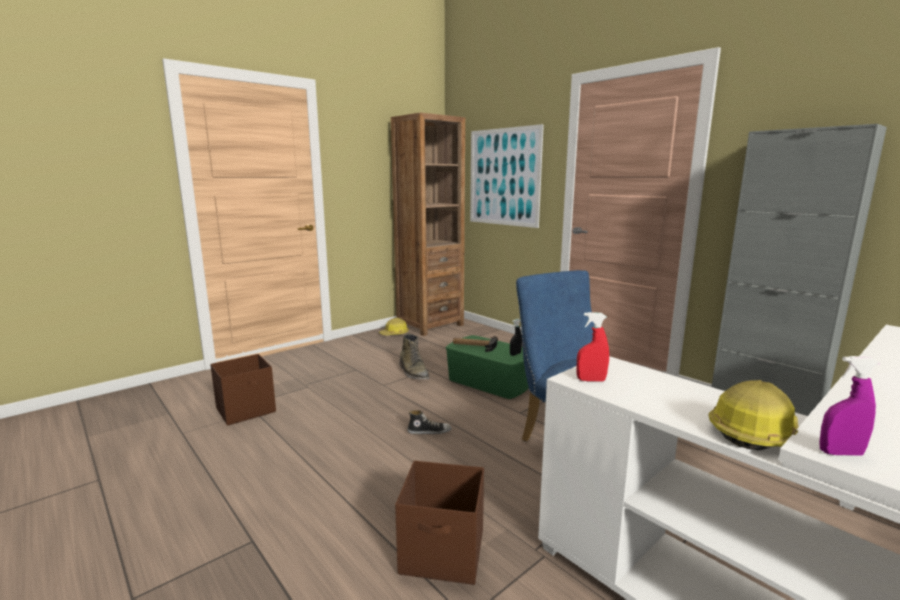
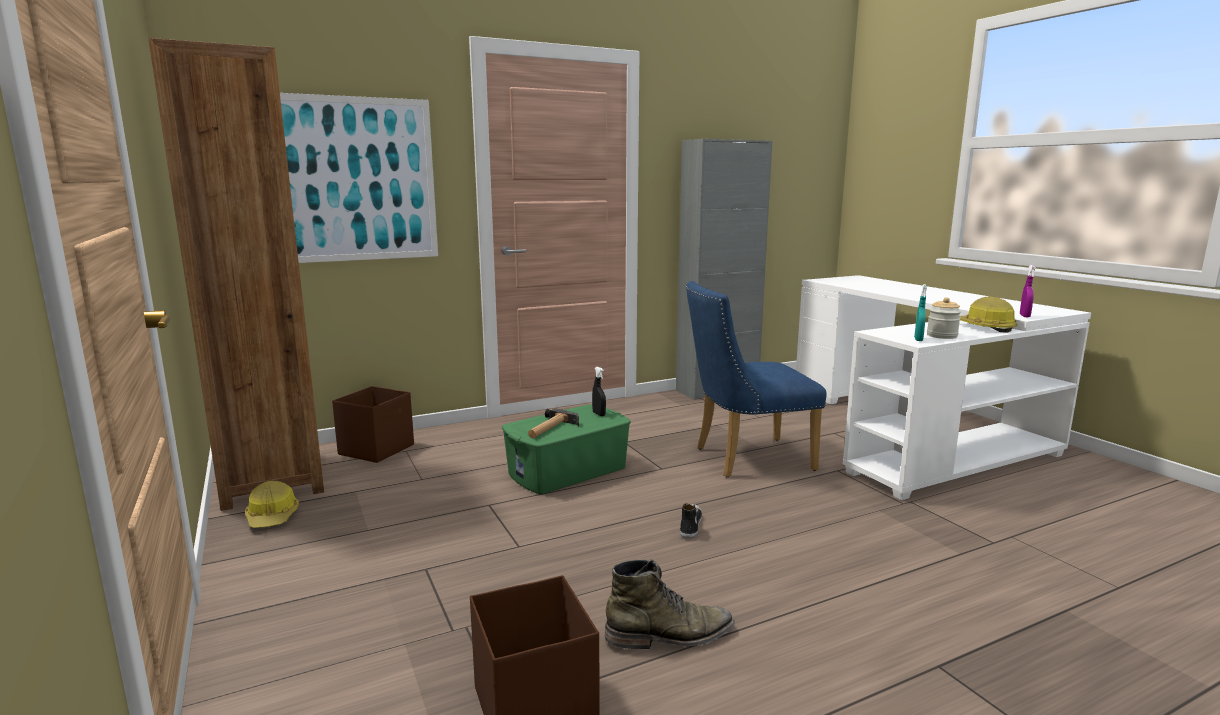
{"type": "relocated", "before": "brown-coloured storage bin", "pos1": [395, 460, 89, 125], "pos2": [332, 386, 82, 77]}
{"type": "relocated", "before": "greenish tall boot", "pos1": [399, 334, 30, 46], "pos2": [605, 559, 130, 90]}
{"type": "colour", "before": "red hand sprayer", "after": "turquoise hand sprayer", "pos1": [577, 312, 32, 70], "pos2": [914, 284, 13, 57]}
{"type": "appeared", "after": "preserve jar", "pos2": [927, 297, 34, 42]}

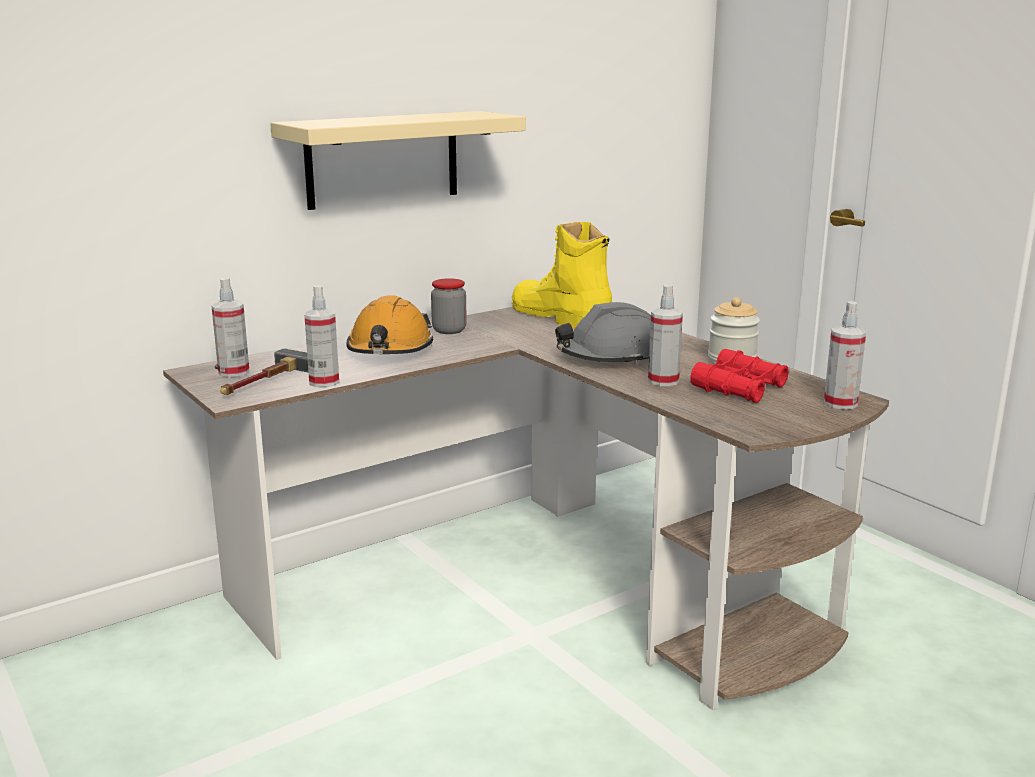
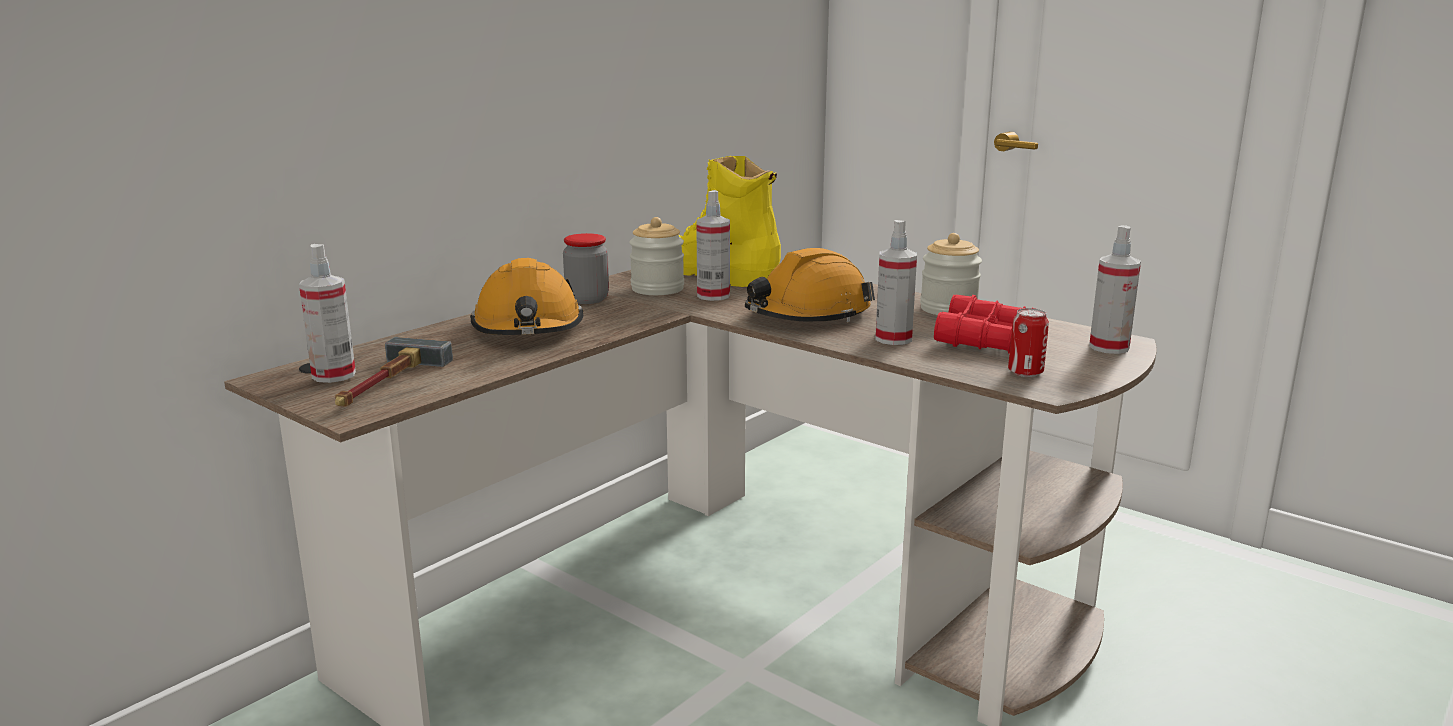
{"type": "appeared", "after": "preserve jar", "pos2": [629, 217, 55, 78]}
{"type": "relocated", "before": "hand sprayer", "pos1": [304, 285, 35, 102], "pos2": [696, 190, 34, 111]}
{"type": "colour", "before": "grey work helmet", "after": "orangey work helmet", "pos1": [555, 302, 96, 63], "pos2": [745, 248, 130, 74]}
{"type": "appeared", "after": "can", "pos2": [1008, 308, 41, 69]}
{"type": "missing", "before": "beige-coloured wall shelf", "pos1": [270, 111, 256, 99]}

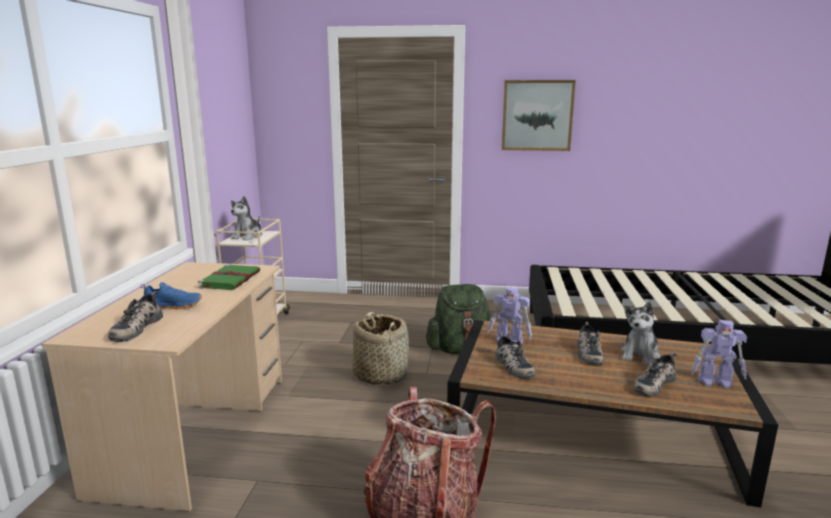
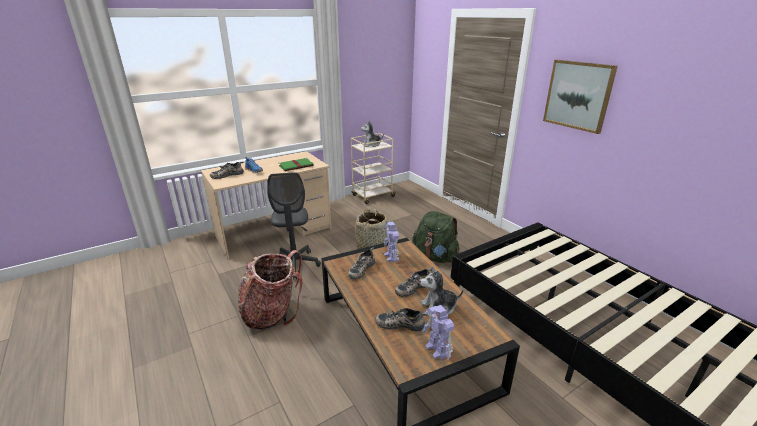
{"type": "appeared", "after": "grey desk chair", "pos2": [267, 172, 54, 108]}

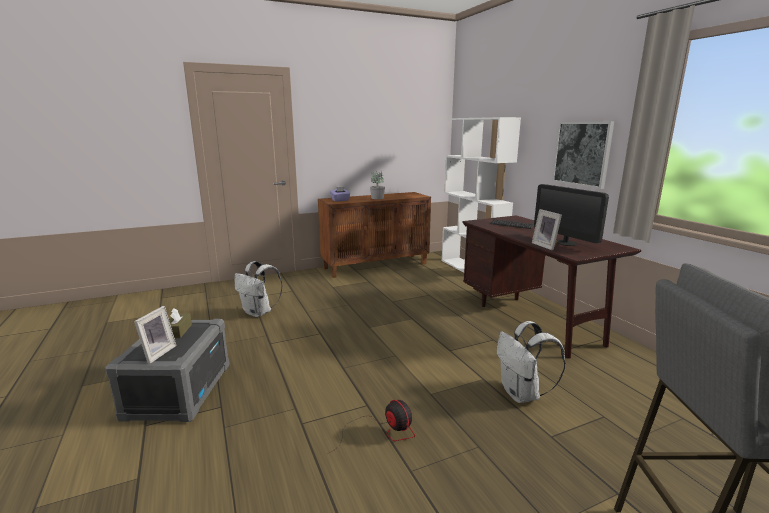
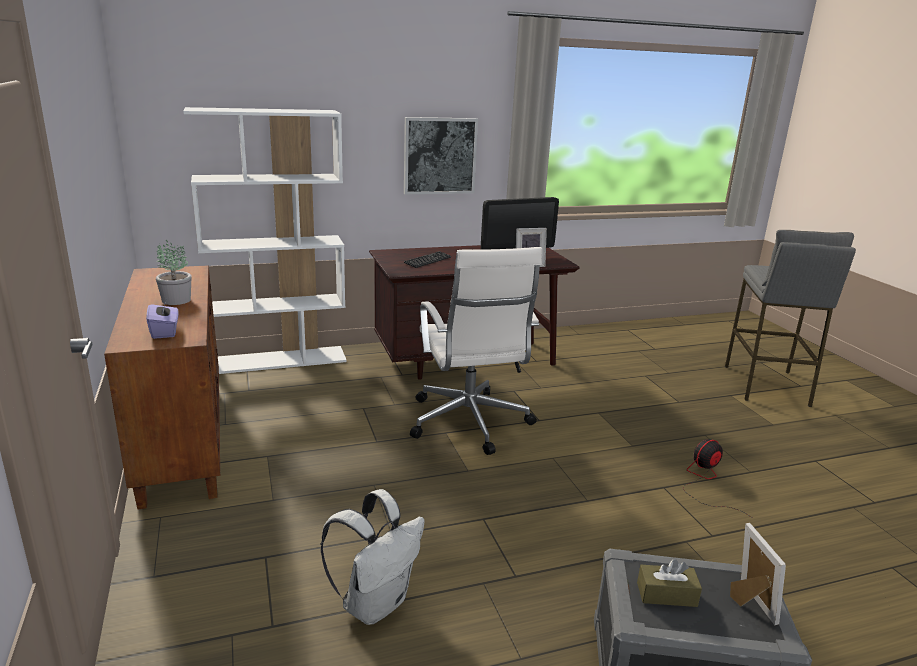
{"type": "appeared", "after": "white desk chair", "pos2": [410, 247, 132, 208]}
{"type": "spun", "before": "picture frame", "pos1": [134, 306, 43, 58], "pos2": [730, 523, 56, 102], "turn": 60}
{"type": "missing", "before": "white knapsack", "pos1": [497, 321, 69, 82]}

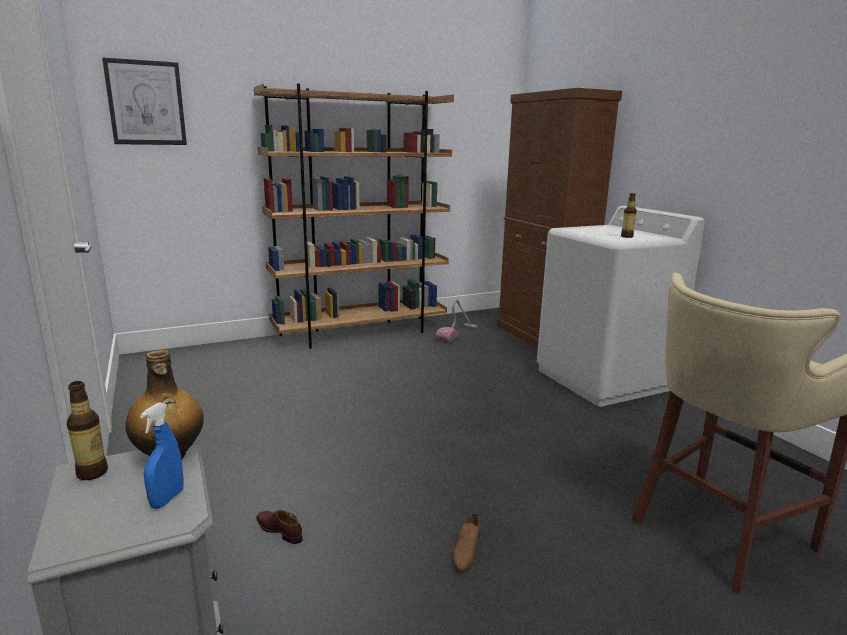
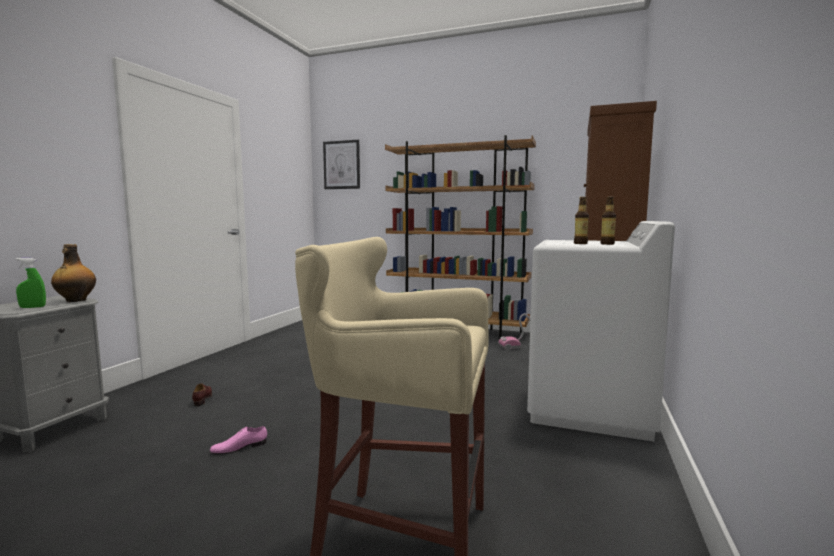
{"type": "colour", "before": "blue-coloured hand sprayer", "after": "greenish hand sprayer", "pos1": [140, 402, 44, 107], "pos2": [16, 258, 30, 50]}
{"type": "colour", "before": "brown-coloured item of footwear", "after": "pink item of footwear", "pos1": [452, 514, 28, 59], "pos2": [209, 426, 58, 29]}
{"type": "relocated", "before": "beverage bottle", "pos1": [67, 381, 41, 99], "pos2": [600, 196, 16, 49]}

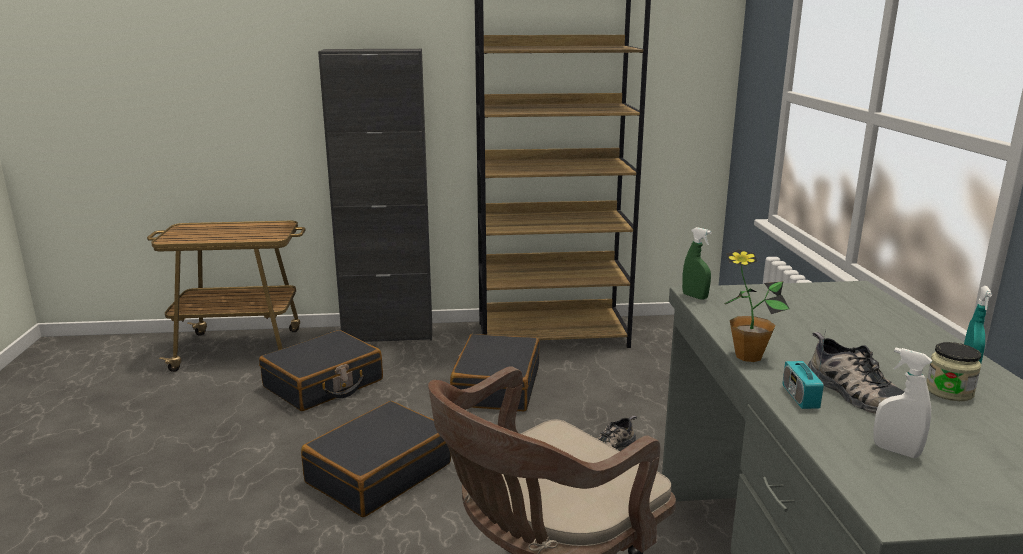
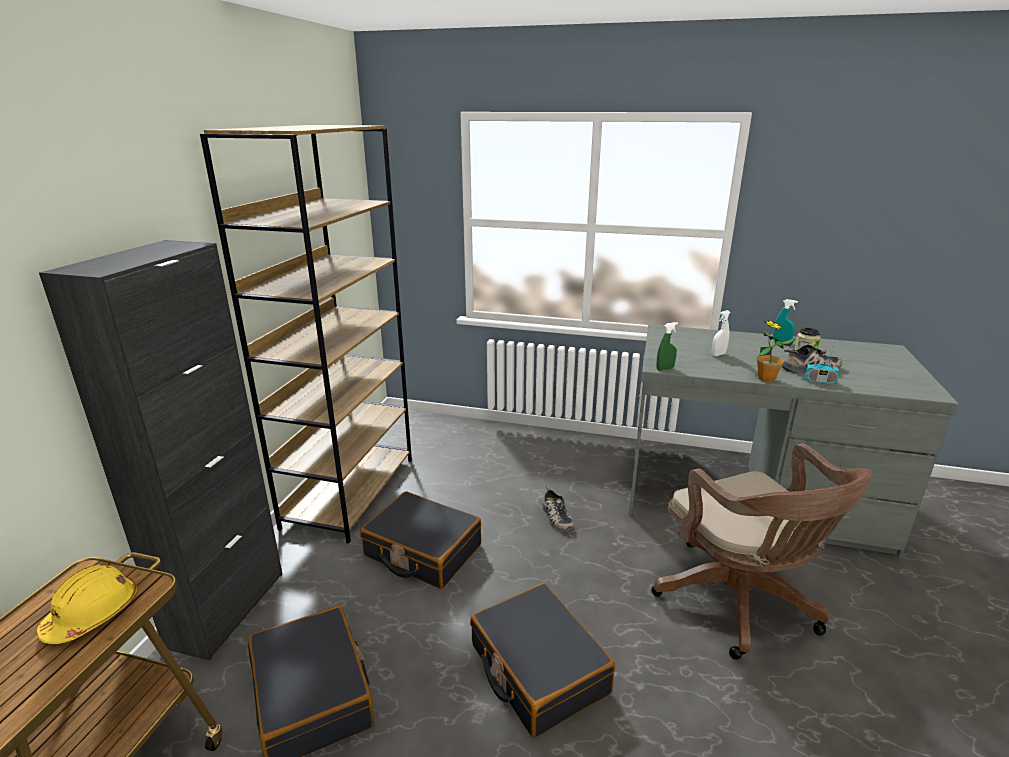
{"type": "appeared", "after": "yellow-coloured work helmet", "pos2": [37, 565, 100, 79]}
{"type": "relocated", "before": "white hand sprayer", "pos1": [873, 347, 59, 111], "pos2": [712, 310, 19, 46]}

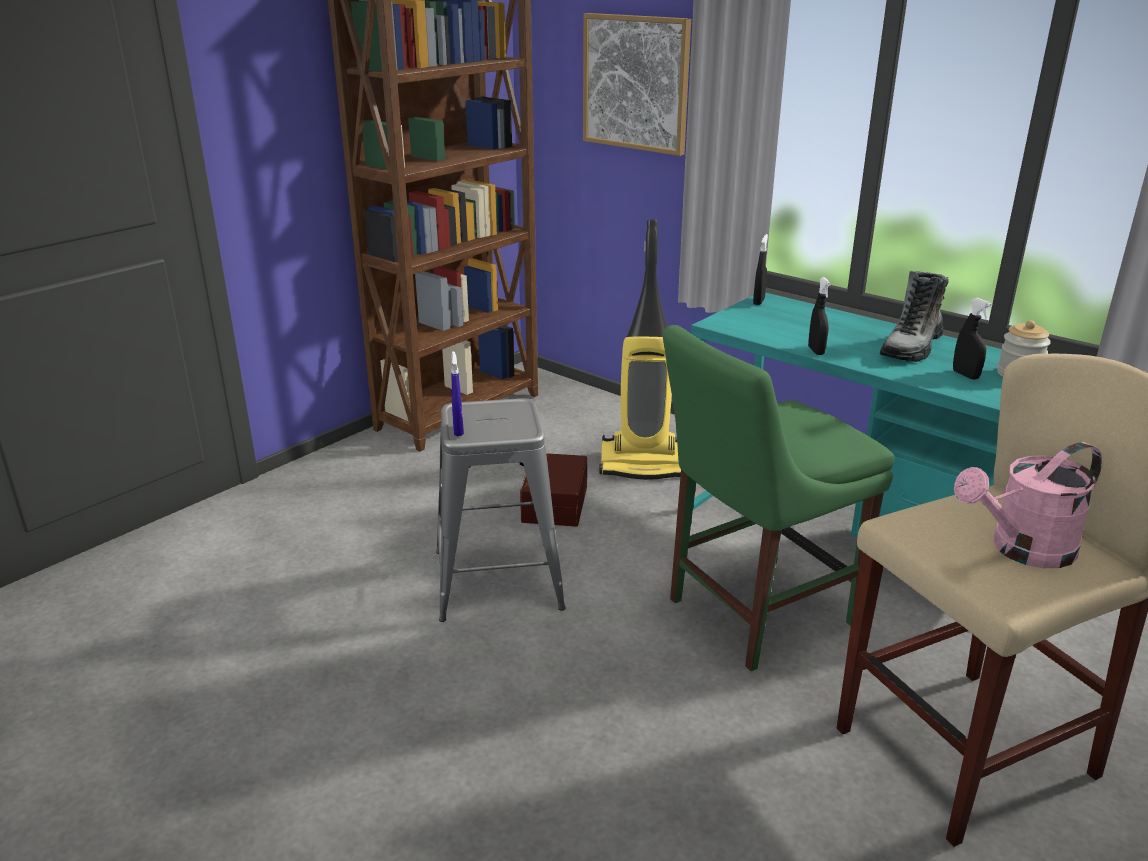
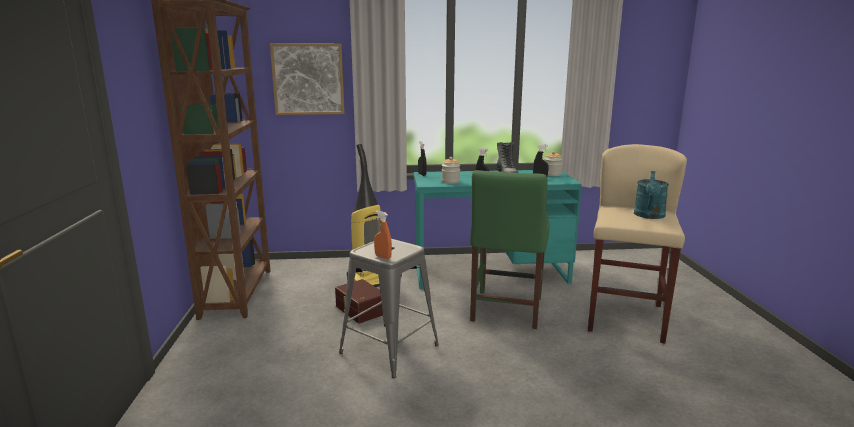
{"type": "colour", "before": "blue-coloured hand sprayer", "after": "orangey hand sprayer", "pos1": [451, 351, 13, 85], "pos2": [374, 211, 18, 48]}
{"type": "appeared", "after": "preserve jar", "pos2": [442, 157, 18, 27]}
{"type": "colour", "before": "pink sprinkling can", "after": "turquoise sprinkling can", "pos1": [954, 442, 148, 126], "pos2": [634, 171, 35, 48]}

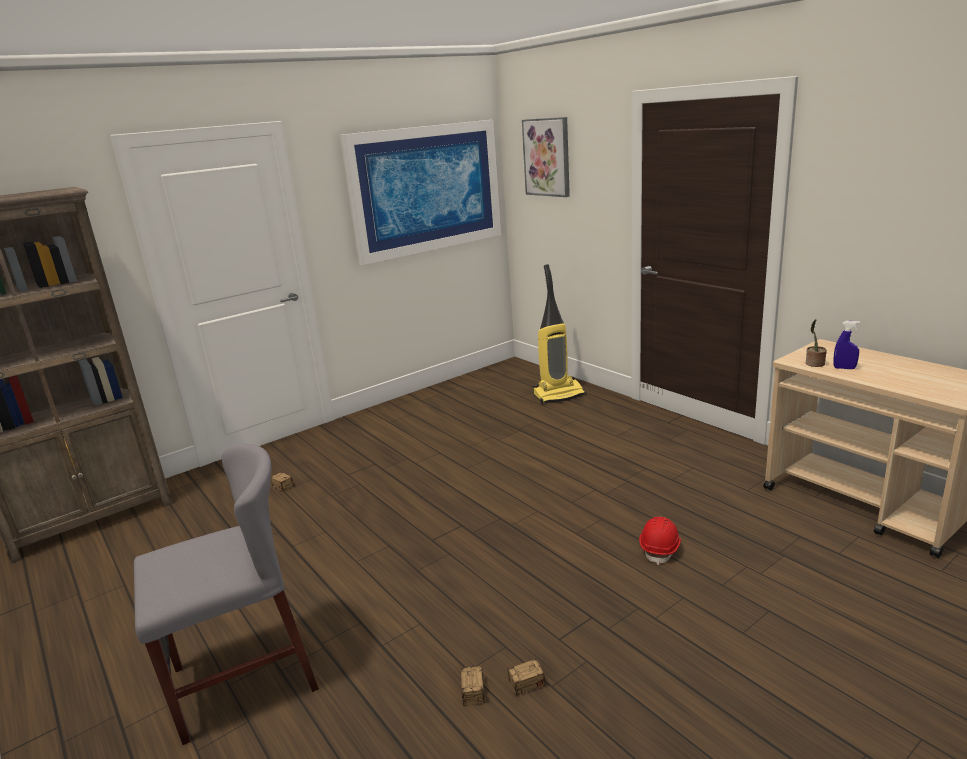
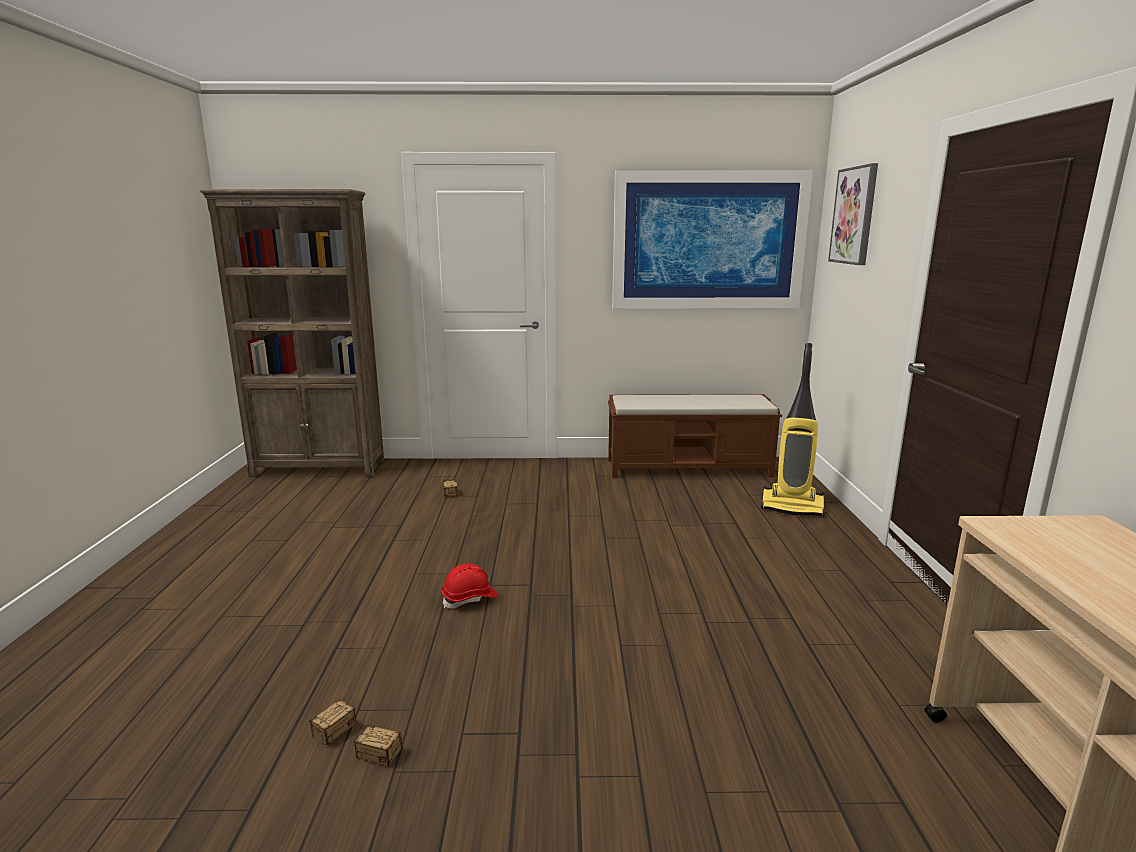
{"type": "relocated", "before": "red work helmet", "pos1": [639, 517, 42, 48], "pos2": [442, 563, 56, 46]}
{"type": "appeared", "after": "brown-coloured indoor bench", "pos2": [608, 394, 174, 84]}
{"type": "missing", "before": "grey chair", "pos1": [134, 444, 185, 301]}
{"type": "missing", "before": "potted plant", "pos1": [806, 319, 21, 48]}
{"type": "missing", "before": "blue-coloured hand sprayer", "pos1": [833, 321, 27, 48]}

